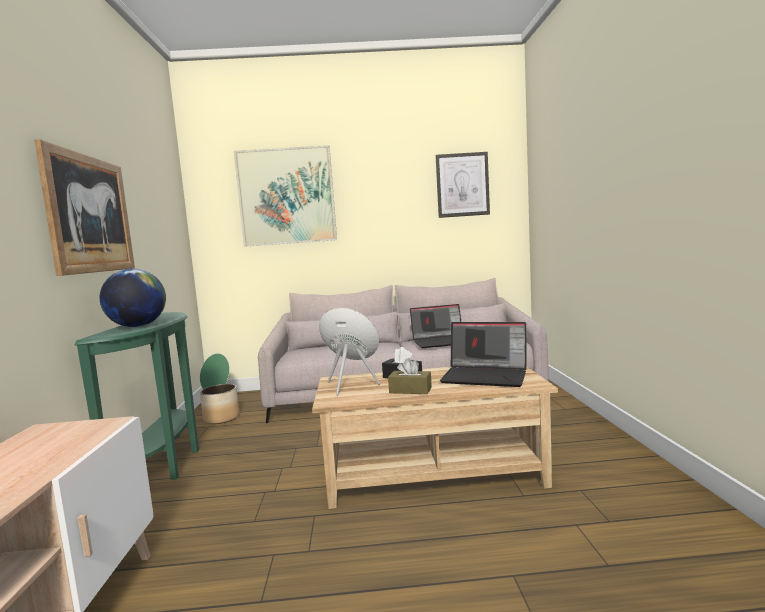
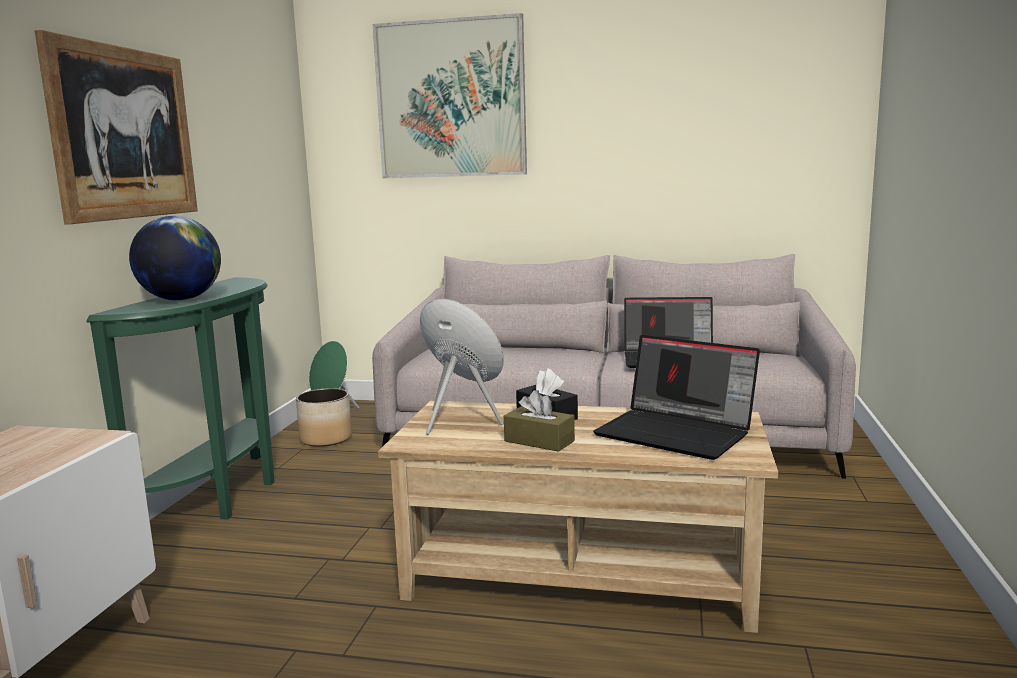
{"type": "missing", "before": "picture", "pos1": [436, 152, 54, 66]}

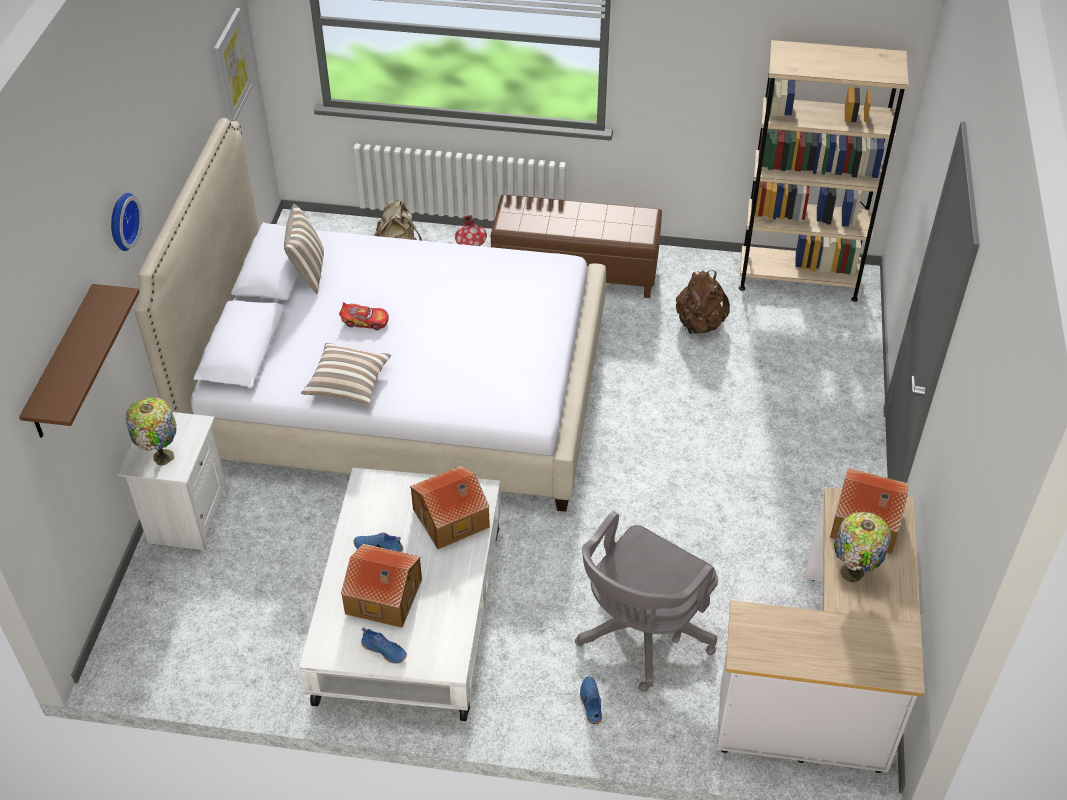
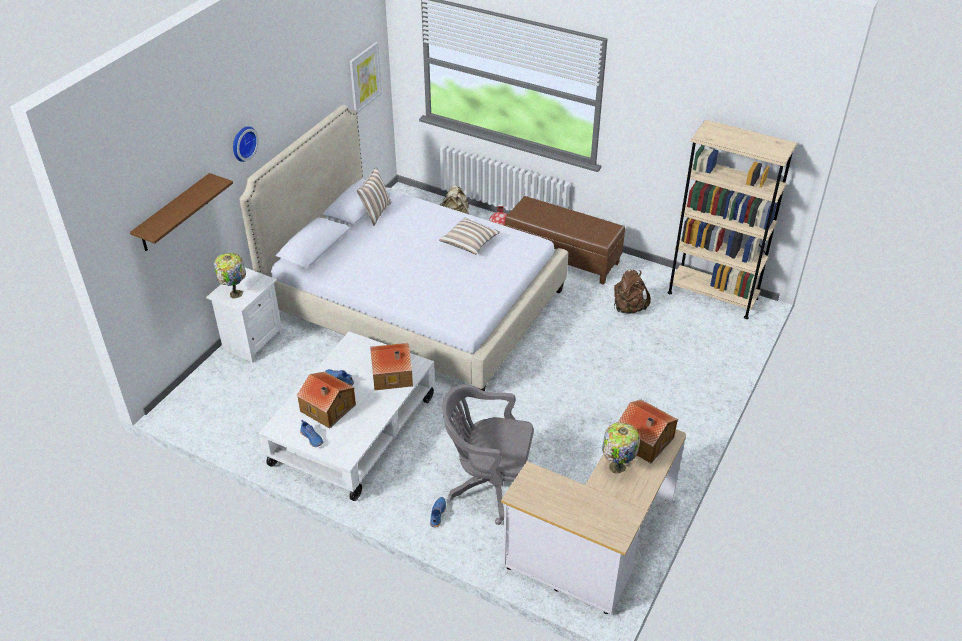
{"type": "relocated", "before": "pillow", "pos1": [301, 343, 90, 62], "pos2": [439, 217, 61, 38]}
{"type": "spun", "before": "grey desk chair", "pos1": [575, 511, 143, 181], "pos2": [442, 384, 92, 141], "turn": 45}
{"type": "missing", "before": "toy car", "pos1": [339, 302, 50, 28]}

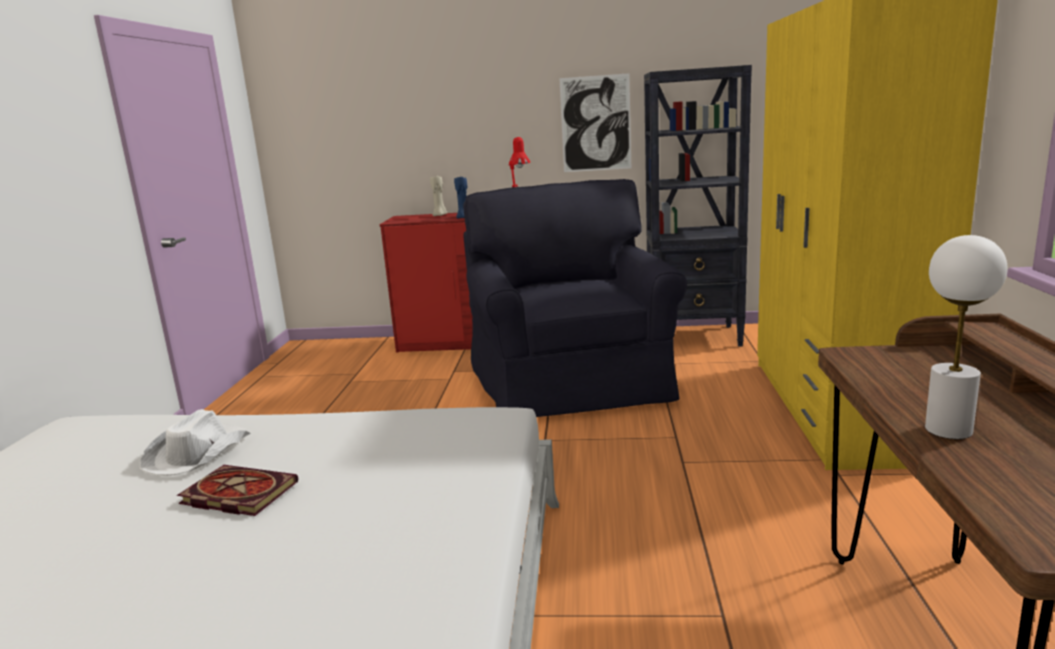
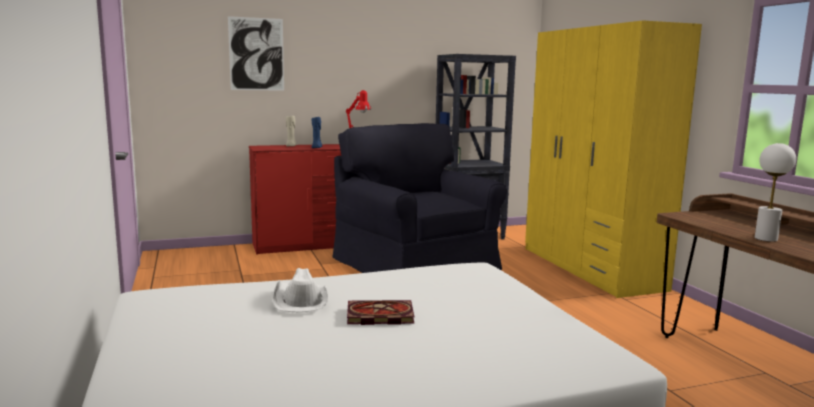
{"type": "relocated", "before": "picture", "pos1": [559, 73, 72, 99], "pos2": [228, 16, 56, 75]}

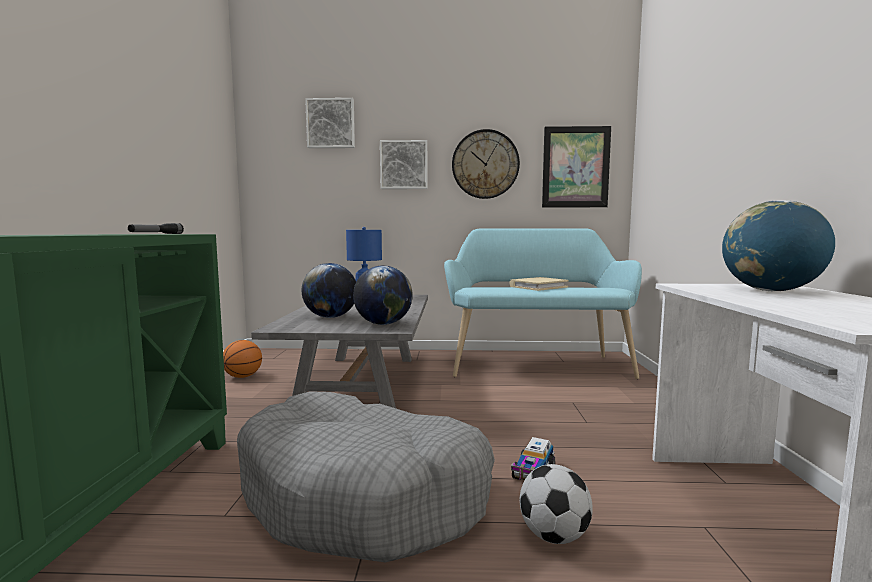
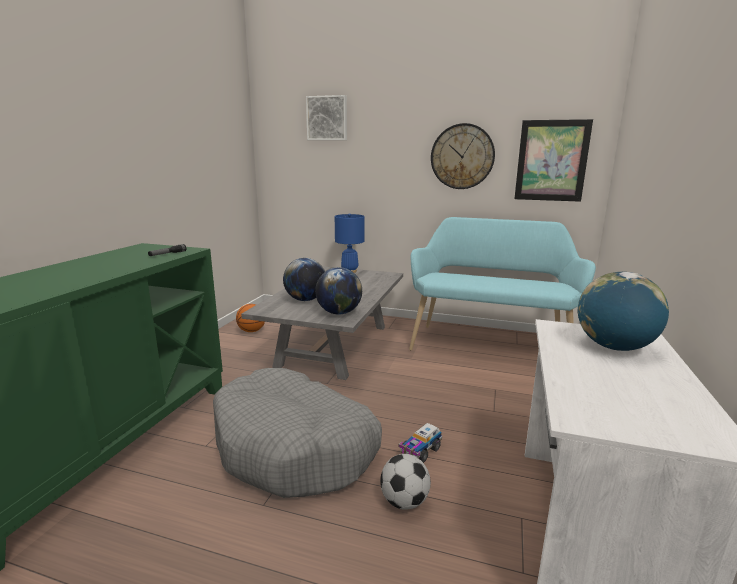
{"type": "missing", "before": "picture", "pos1": [380, 140, 47, 49]}
{"type": "missing", "before": "beige-coloured bound book", "pos1": [509, 277, 60, 14]}

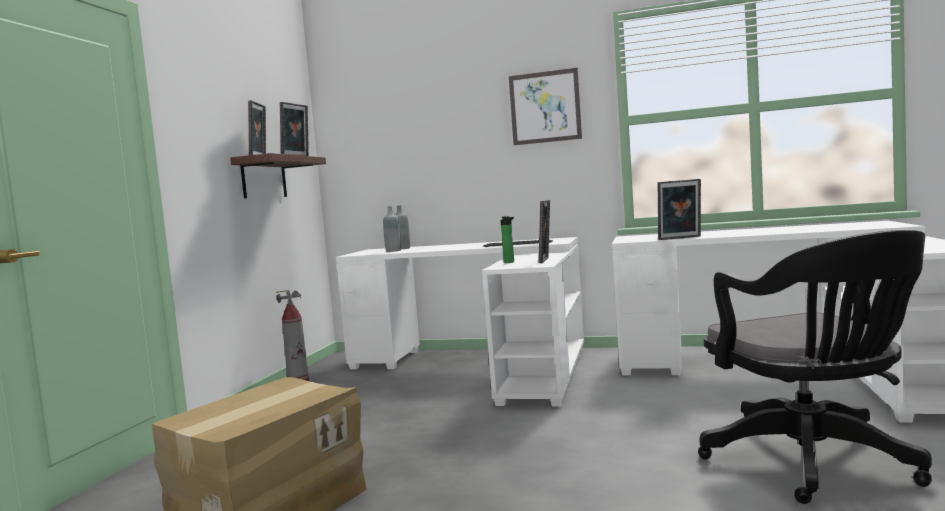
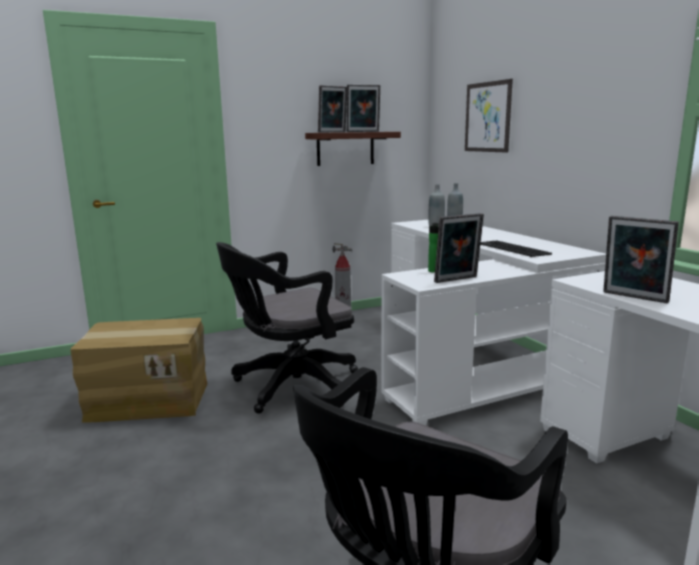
{"type": "appeared", "after": "black desk chair", "pos2": [216, 242, 142, 172]}
{"type": "relocated", "before": "picture", "pos1": [509, 68, 73, 77], "pos2": [465, 79, 48, 74]}

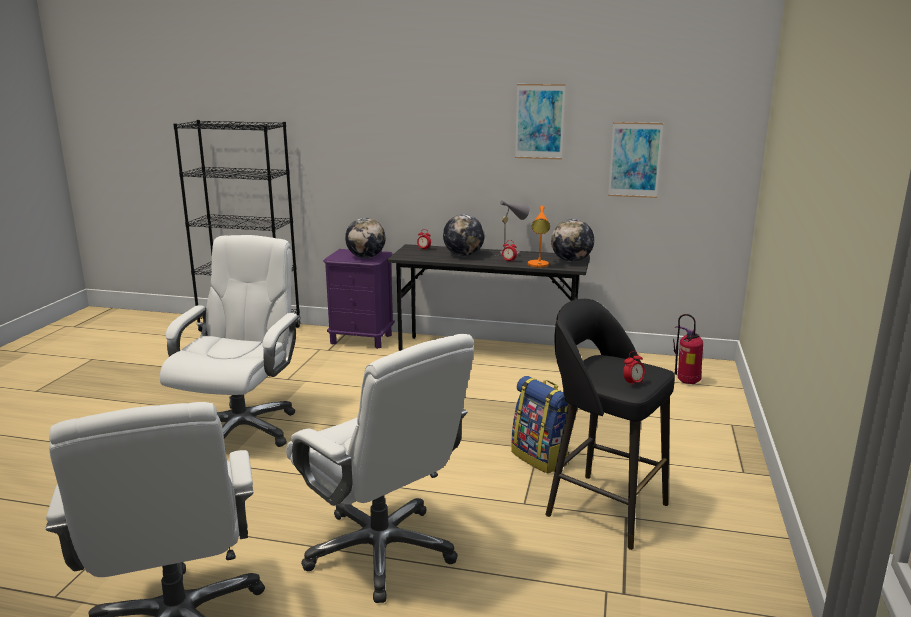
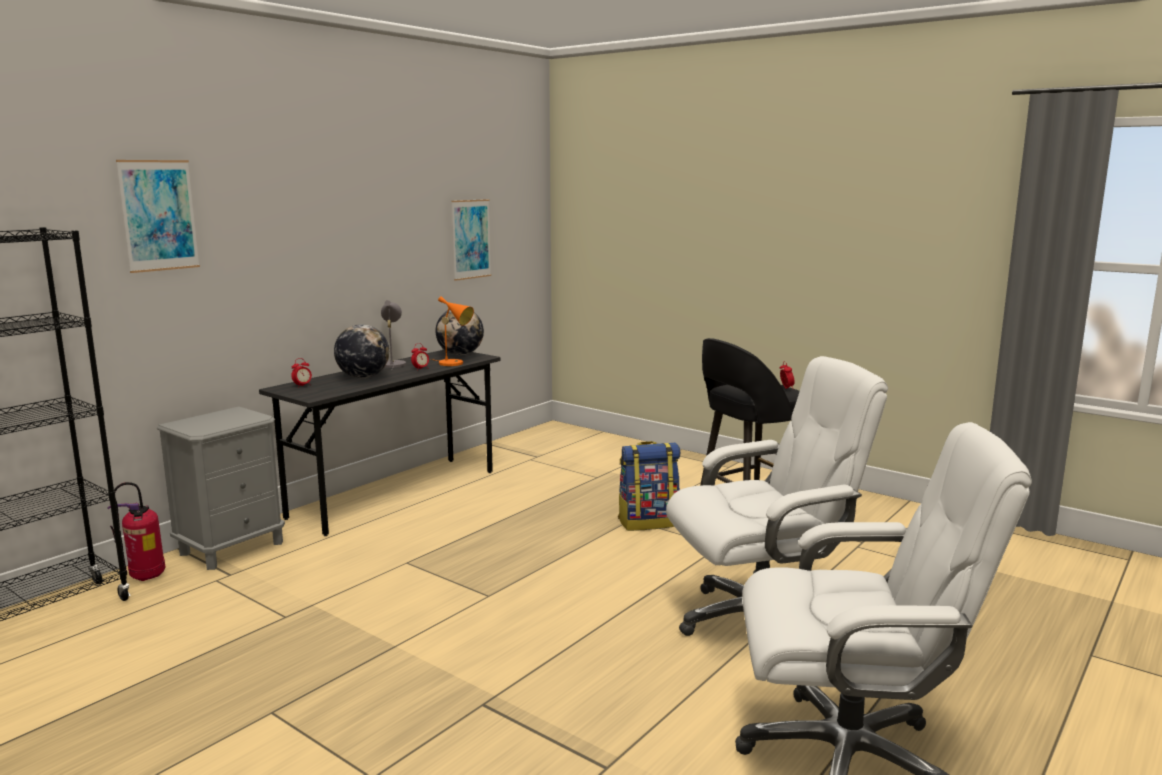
{"type": "relocated", "before": "extinguisher", "pos1": [673, 314, 30, 70], "pos2": [107, 482, 58, 99]}
{"type": "relocated", "before": "picture", "pos1": [515, 84, 51, 75], "pos2": [116, 160, 84, 113]}
{"type": "colour", "before": "purplish nightstand", "after": "grey nightstand", "pos1": [323, 249, 72, 100], "pos2": [157, 407, 128, 163]}
{"type": "missing", "before": "white desk chair", "pos1": [160, 235, 140, 212]}
{"type": "missing", "before": "globe", "pos1": [345, 218, 41, 40]}

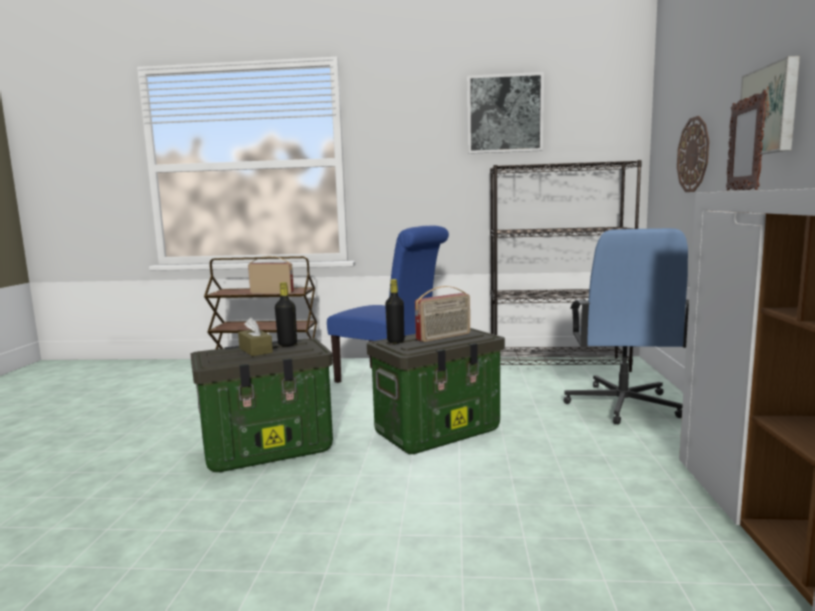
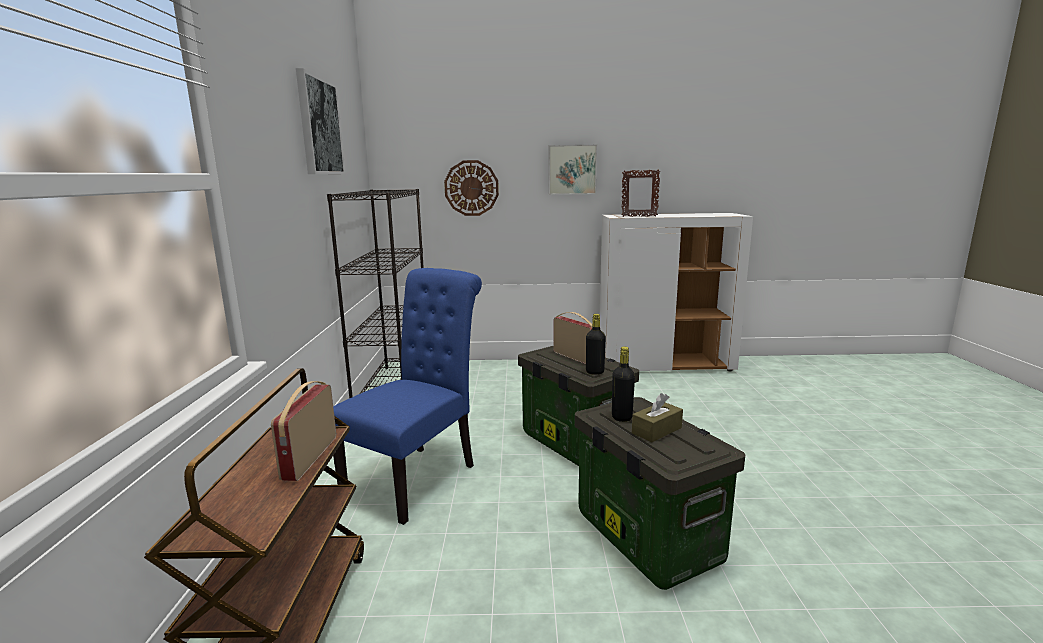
{"type": "missing", "before": "blue-coloured desk chair", "pos1": [563, 228, 126, 197]}

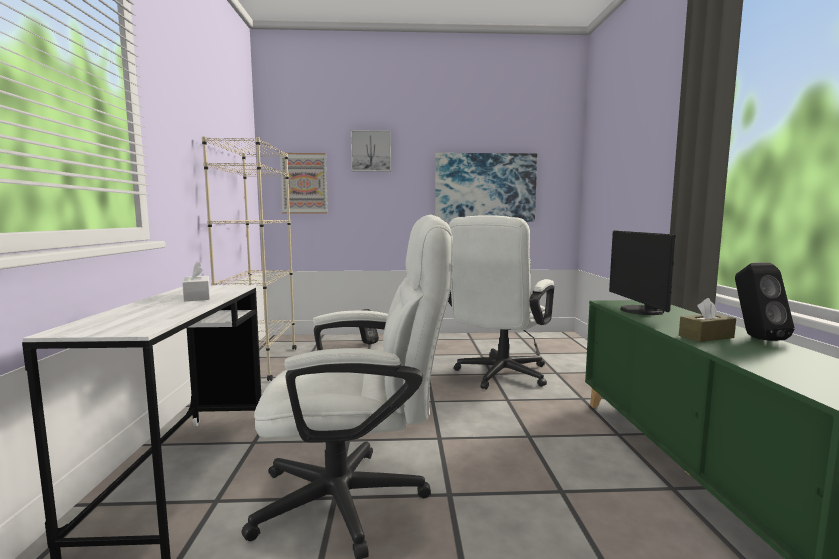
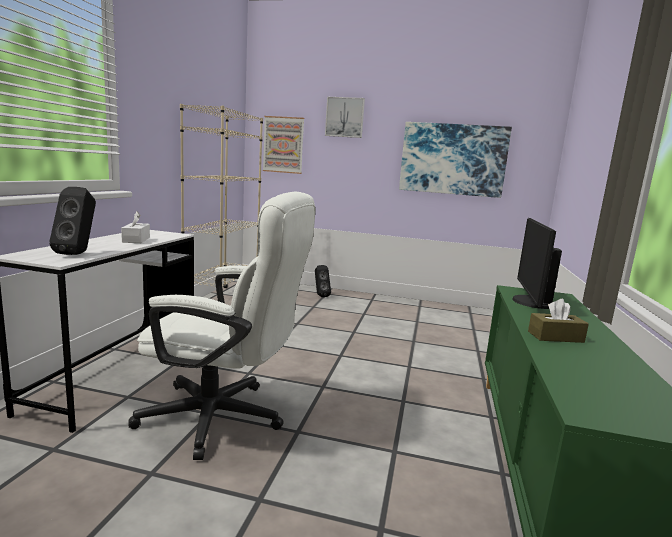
{"type": "relocated", "before": "black audio speaker", "pos1": [735, 262, 59, 79], "pos2": [49, 187, 47, 68]}
{"type": "missing", "before": "white desk chair", "pos1": [448, 215, 106, 175]}

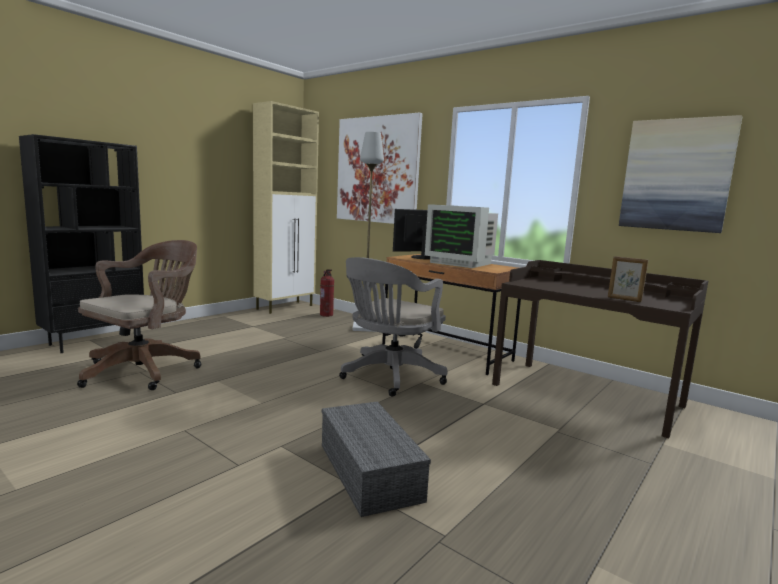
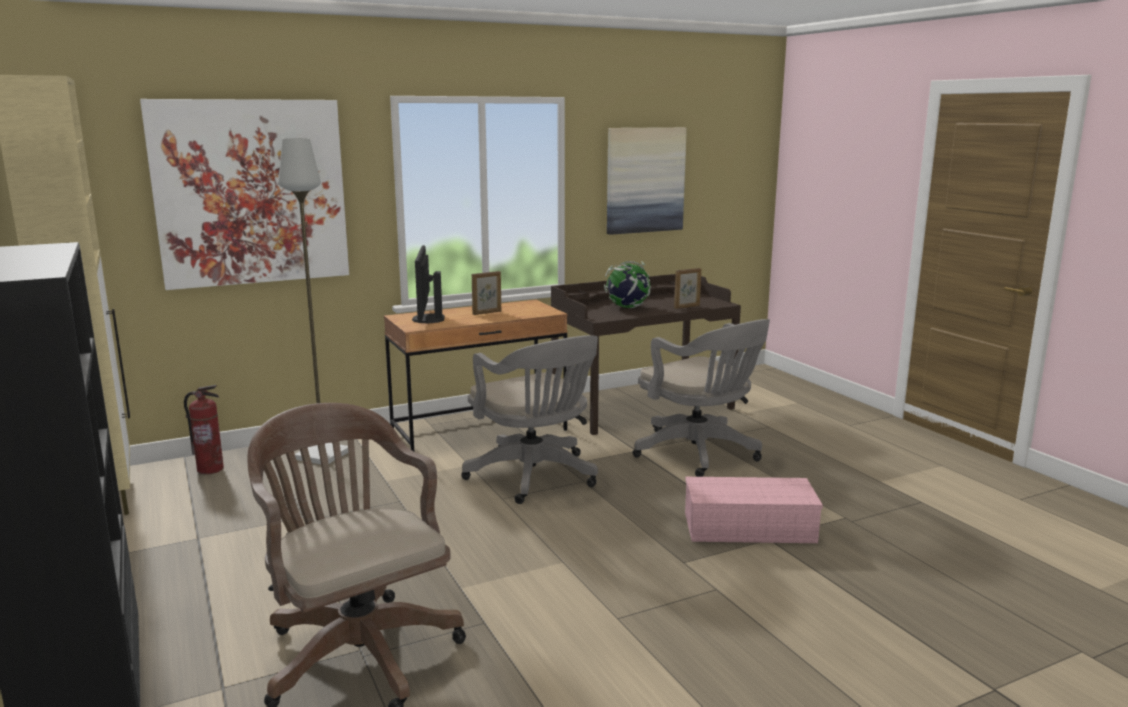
{"type": "exchanged", "before": "monitor", "after": "picture frame", "pos1": [425, 204, 73, 64], "pos2": [472, 271, 29, 44]}
{"type": "appeared", "after": "globe", "pos2": [604, 261, 47, 47]}
{"type": "appeared", "after": "grey desk chair", "pos2": [633, 319, 137, 158]}
{"type": "colour", "before": "grey storage bin", "after": "pink storage bin", "pos1": [322, 402, 109, 115], "pos2": [685, 477, 138, 66]}

